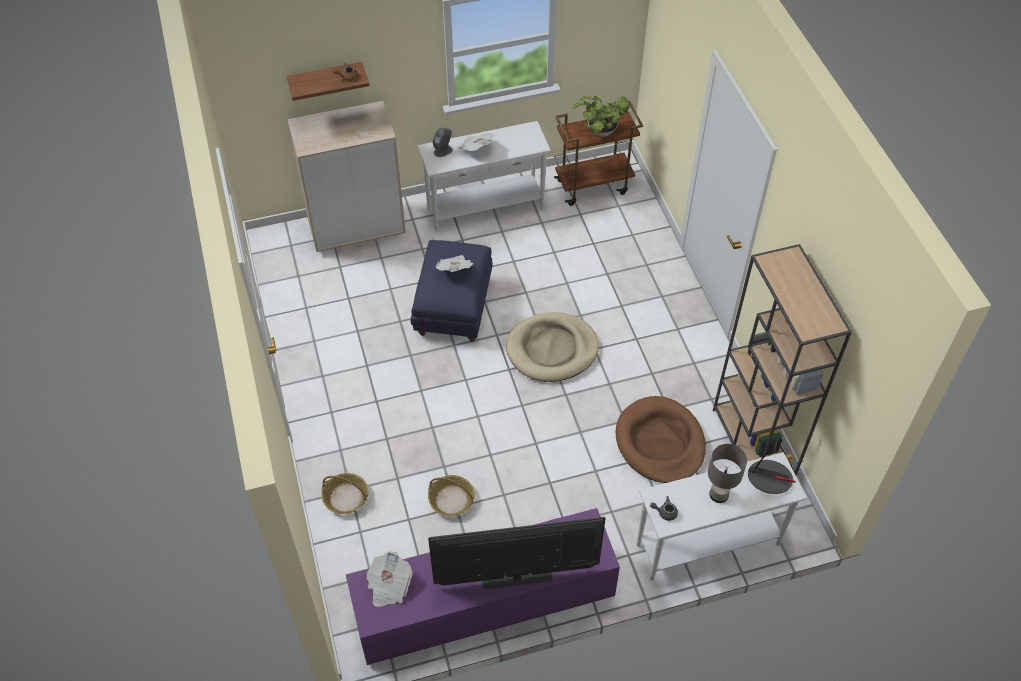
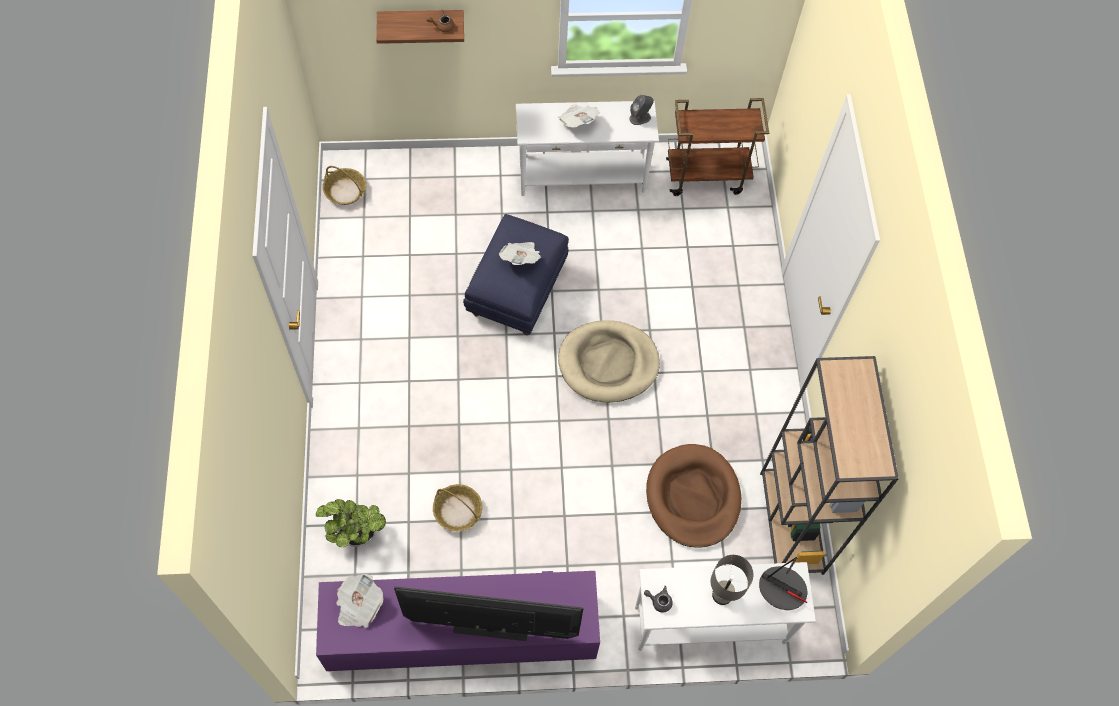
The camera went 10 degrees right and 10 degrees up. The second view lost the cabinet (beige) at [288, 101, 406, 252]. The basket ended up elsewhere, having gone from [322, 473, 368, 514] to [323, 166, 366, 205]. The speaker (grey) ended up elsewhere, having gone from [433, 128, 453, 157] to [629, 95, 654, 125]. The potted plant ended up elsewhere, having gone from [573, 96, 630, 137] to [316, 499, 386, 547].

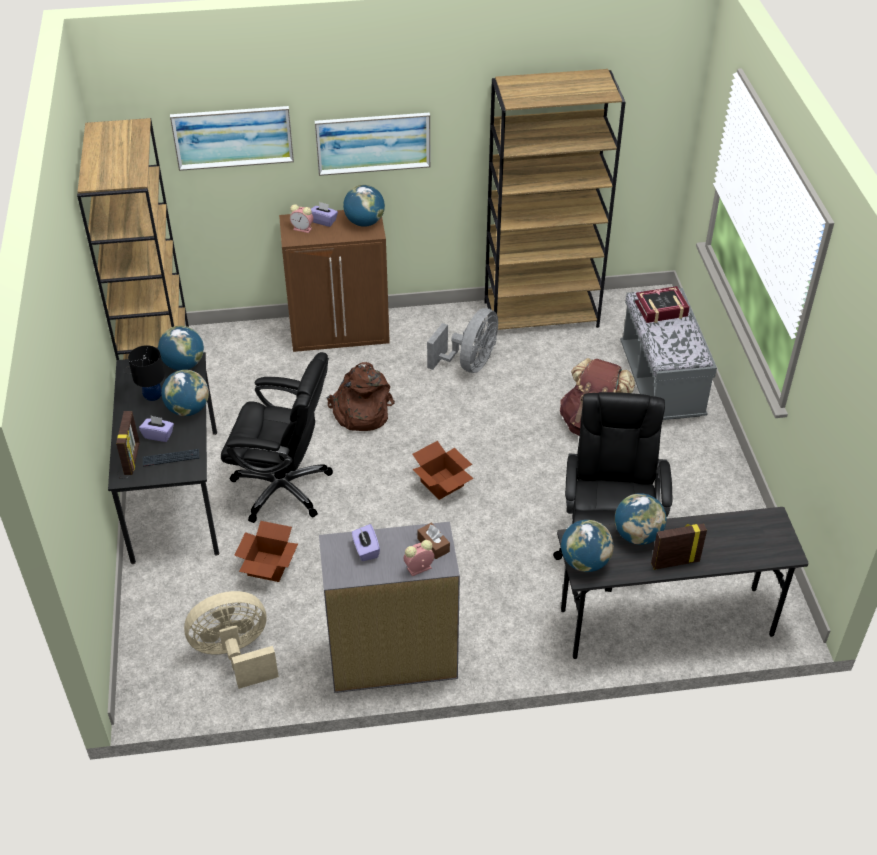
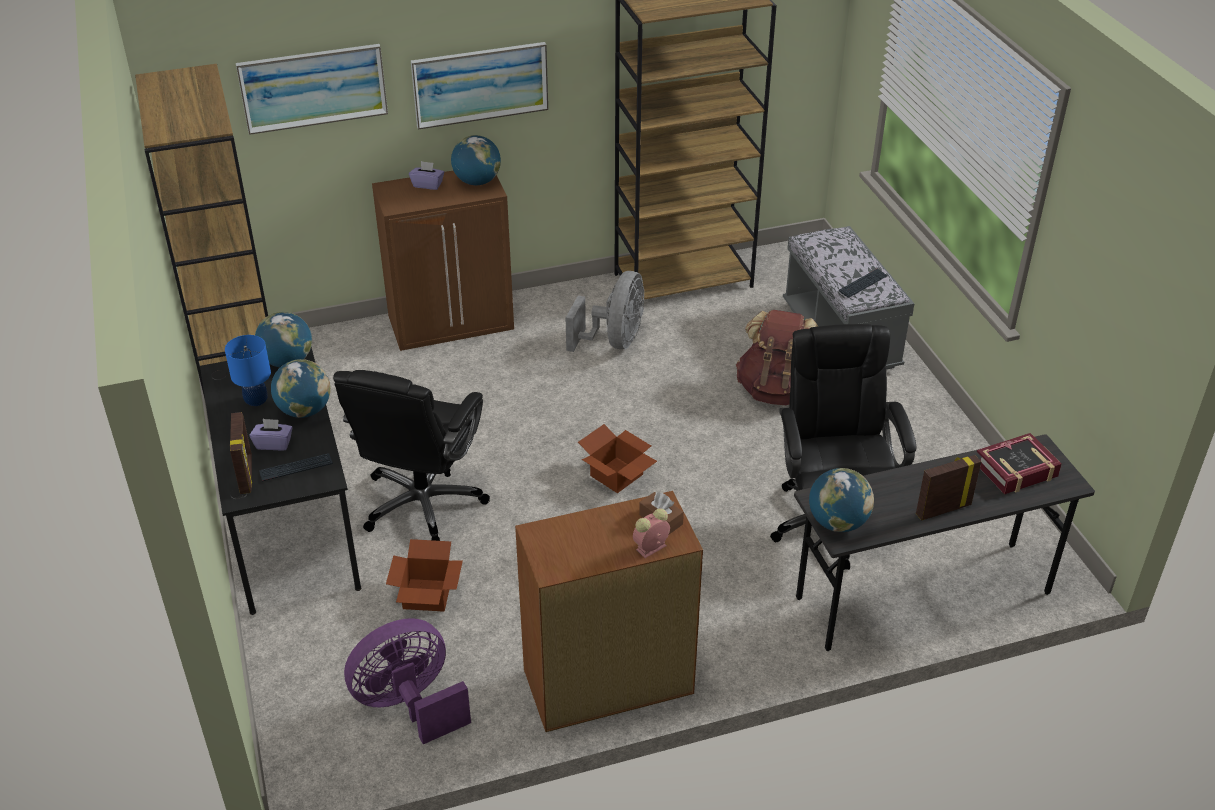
The camera went 10 degrees left and 5 degrees down. What was the table lamp (black) at [128, 345, 165, 401] turned into the table lamp (blue) at [225, 335, 271, 406]. What was the fan (beige) at [184, 591, 279, 689] turned into the fan (purple) at [344, 618, 471, 744]. The office chair (black) at [221, 352, 333, 523] ended up facing another way, 105 degrees clockwise from before. The second view lost the alarm clock at [290, 204, 313, 233]. What was the cabinet (grey) at [319, 522, 460, 693] turned into the cabinet (brown) at [515, 491, 703, 732]. The second view lost the backpack (brown) at [327, 362, 395, 431]. The second view lost the tissue box (purple) at [352, 524, 380, 561]. The second view lost the globe at [615, 493, 667, 545]. The book ended up elsewhere, having gone from [635, 286, 690, 323] to [977, 433, 1062, 494]. The second view gained the keyboard at [839, 269, 888, 298].

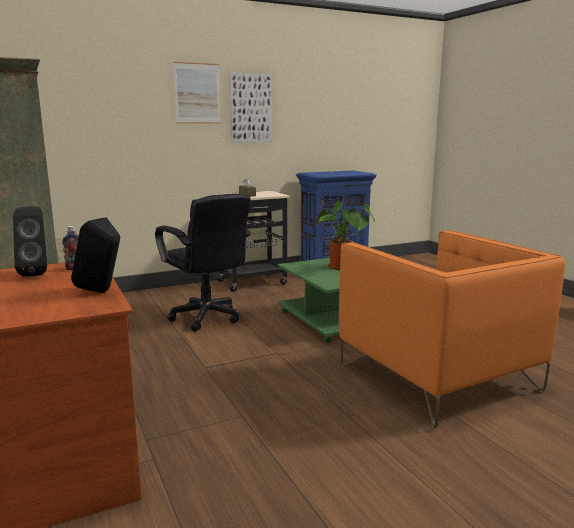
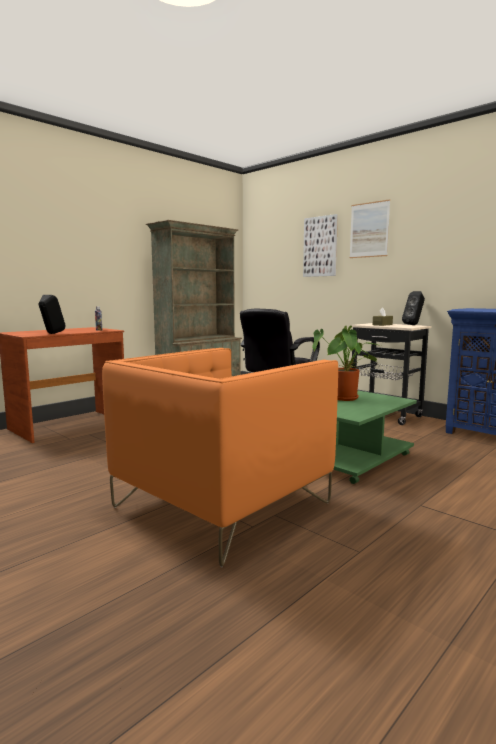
The camera went 70 degrees right and 5 degrees down. The speaker (black) ended up elsewhere, having gone from [13, 206, 47, 277] to [402, 291, 425, 325]. The picture ended up elsewhere, having gone from [229, 73, 272, 143] to [303, 214, 338, 277].

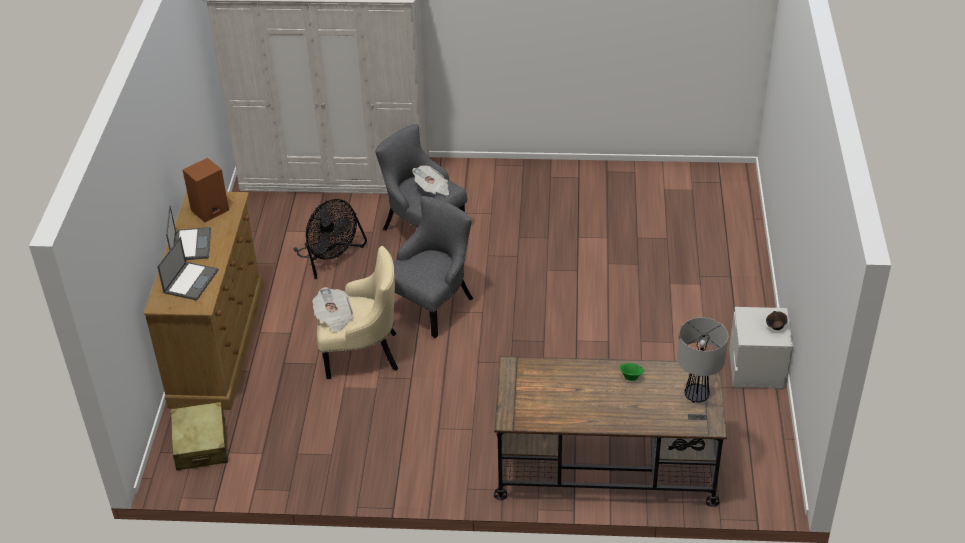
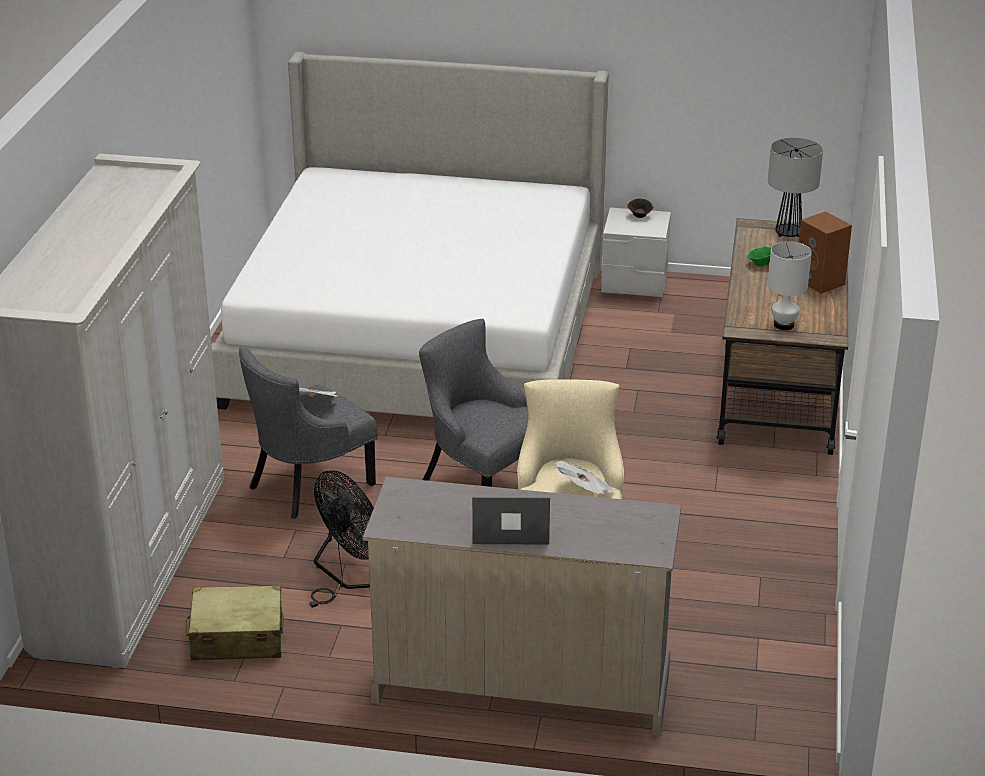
The camera went 85 degrees left and 10 degrees down. What was the dresser (brown) at [143, 191, 264, 410] turned into the dresser (grey) at [362, 477, 682, 736]. The second view lost the laptop at [157, 237, 219, 301]. The suitcase (beige) ended up elsewhere, having gone from [170, 402, 228, 471] to [185, 585, 284, 661]. The speaker (brown) ended up elsewhere, having gone from [183, 158, 229, 222] to [799, 211, 852, 294]. The second view gained the bed at [211, 52, 609, 417]. The second view gained the table lamp (white) at [768, 241, 812, 330].

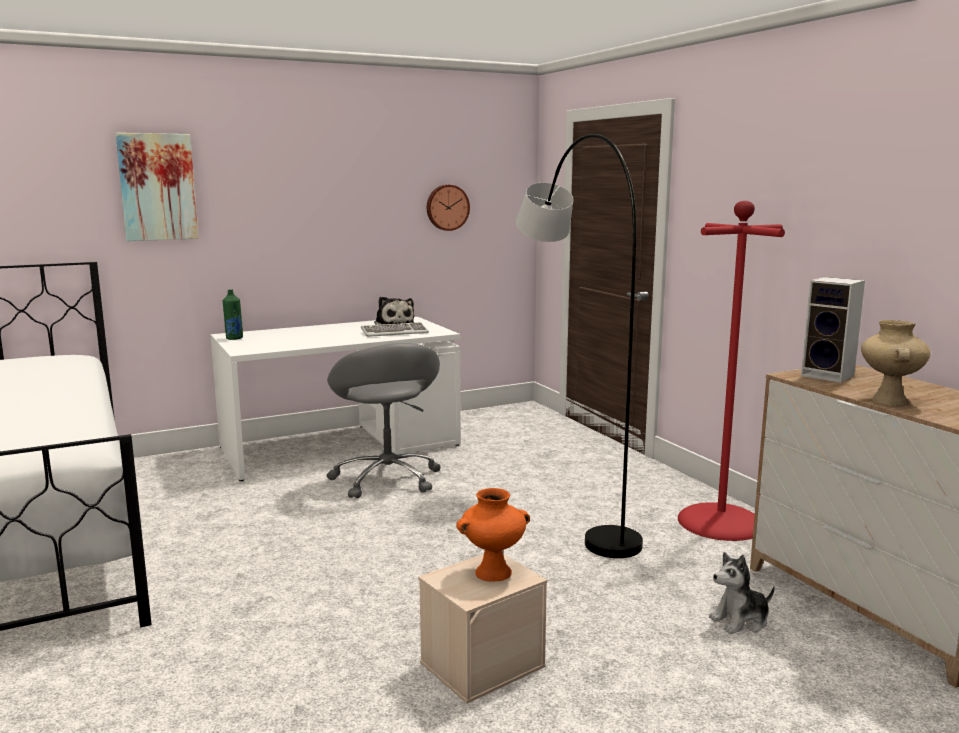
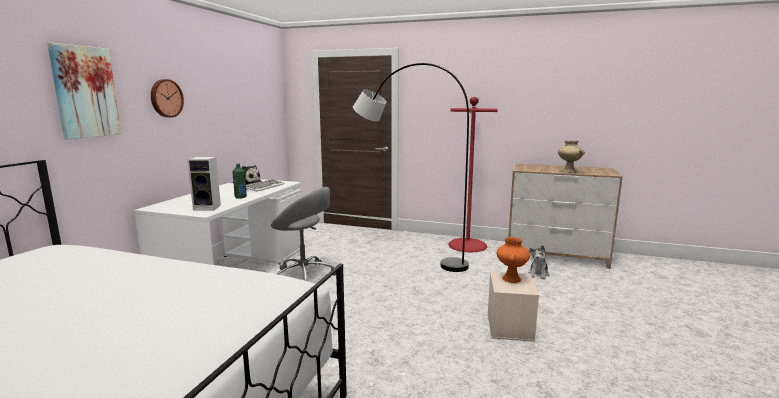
The camera went 45 degrees left and 0 degrees up. The bottle (green) ended up elsewhere, having gone from [223, 289, 243, 340] to [232, 164, 247, 199]. The wall clock ended up elsewhere, having gone from [427, 185, 470, 231] to [151, 79, 184, 118]. The speaker ended up elsewhere, having gone from [801, 277, 865, 383] to [187, 157, 221, 211].

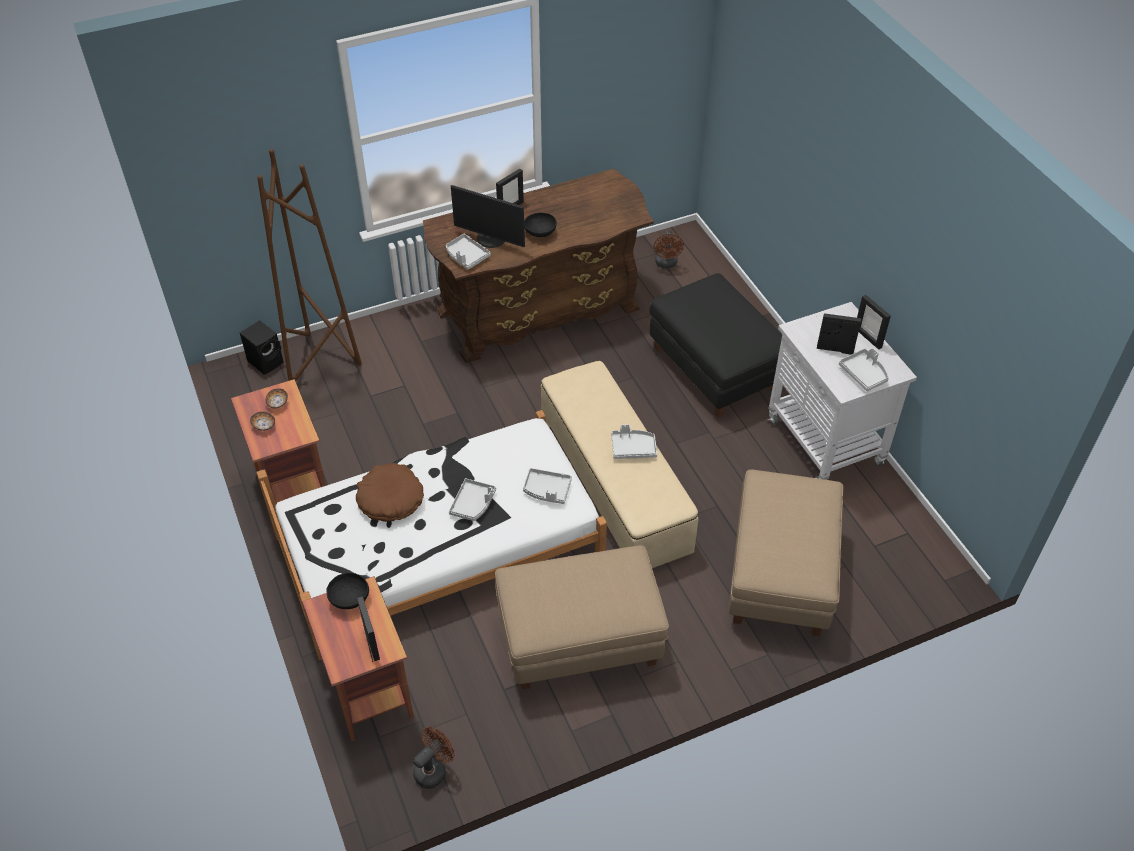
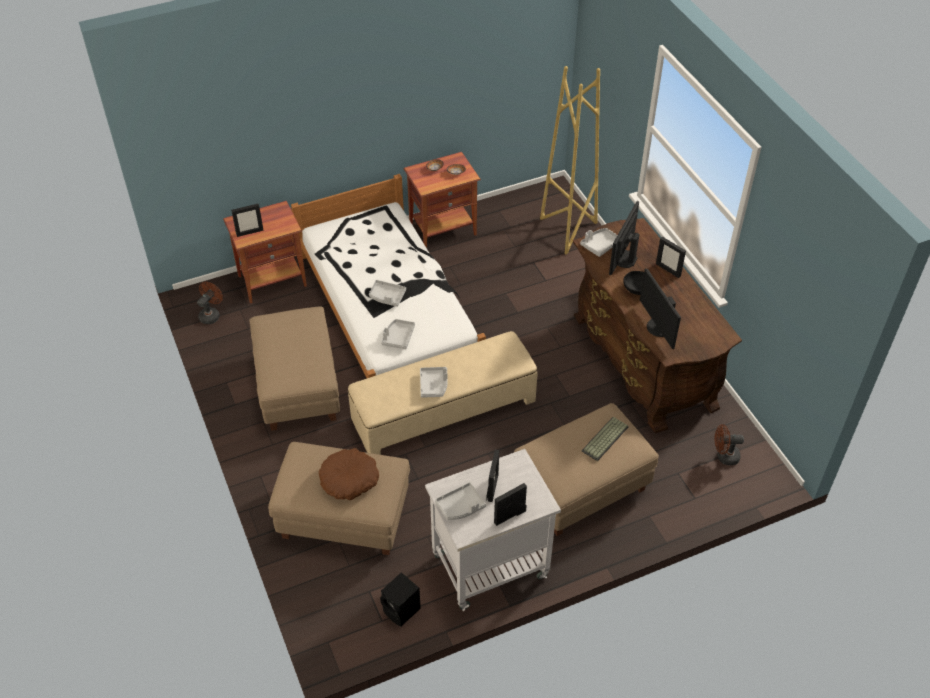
The camera went 90 degrees right and 0 degrees up. The speaker (black) ended up elsewhere, having gone from [240, 320, 284, 375] to [380, 573, 421, 627]. What was the clothes rack (brown) at [257, 149, 362, 381] turned into the clothes rack (yellow) at [540, 66, 600, 255]. The second view lost the bowl (black) at [327, 573, 369, 609]. The pillow (brown) ended up elsewhere, having gone from [356, 463, 424, 522] to [319, 448, 379, 500]. The fan (brown) at [413, 727, 454, 789] ended up facing another way, 105 degrees counterclockwise from before. What was the ottoman (black) at [649, 273, 782, 418] turned into the ottoman (beige) at [514, 403, 659, 536]. The second view gained the keyboard at [582, 417, 629, 461]. The second view gained the monitor at [640, 268, 681, 349].

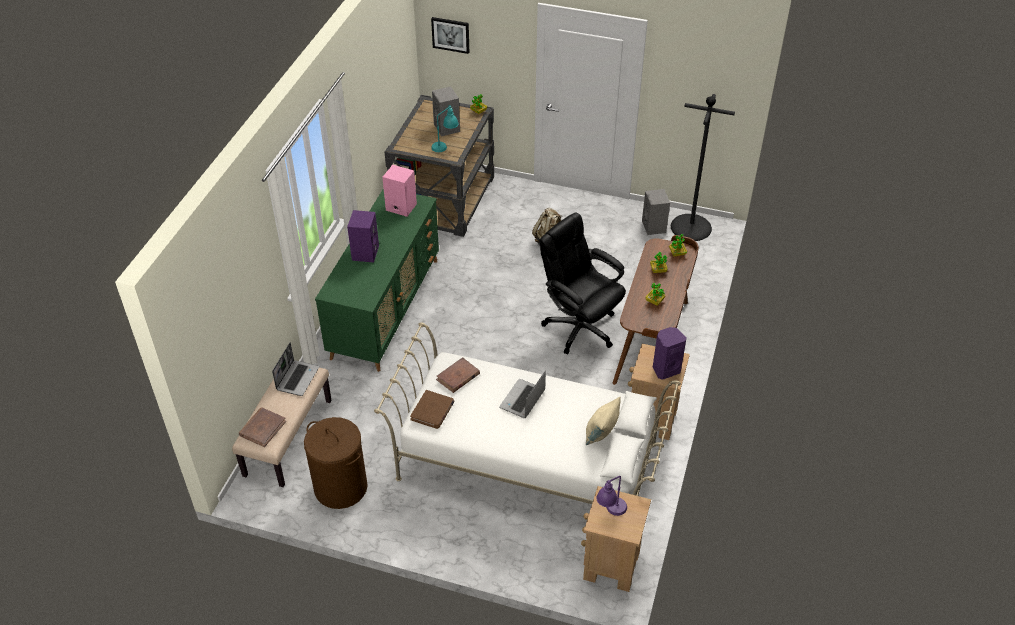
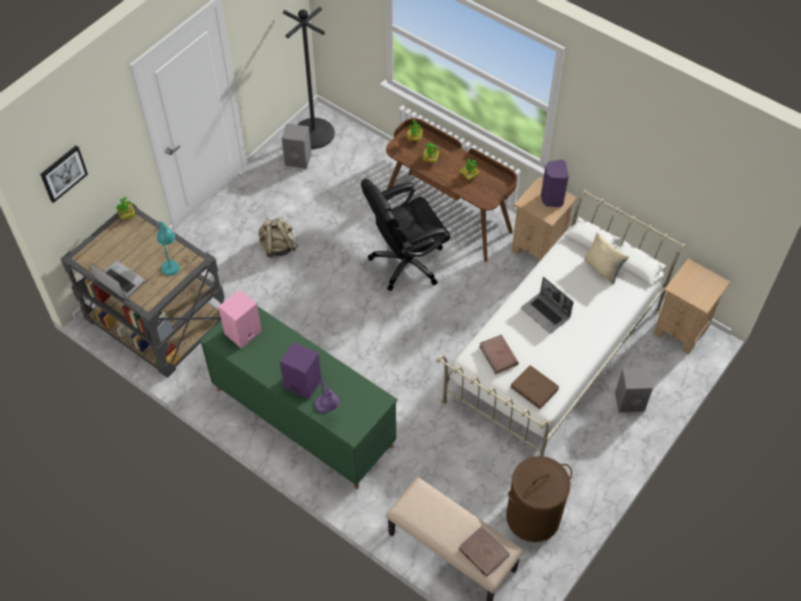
The camera went 70 degrees left and 10 degrees up. The laptop ended up elsewhere, having gone from [272, 342, 319, 396] to [89, 260, 145, 299]. The speaker (grey) ended up elsewhere, having gone from [432, 86, 460, 136] to [615, 367, 653, 413]. The table lamp (purple) ended up elsewhere, having gone from [596, 476, 627, 516] to [315, 379, 339, 413].

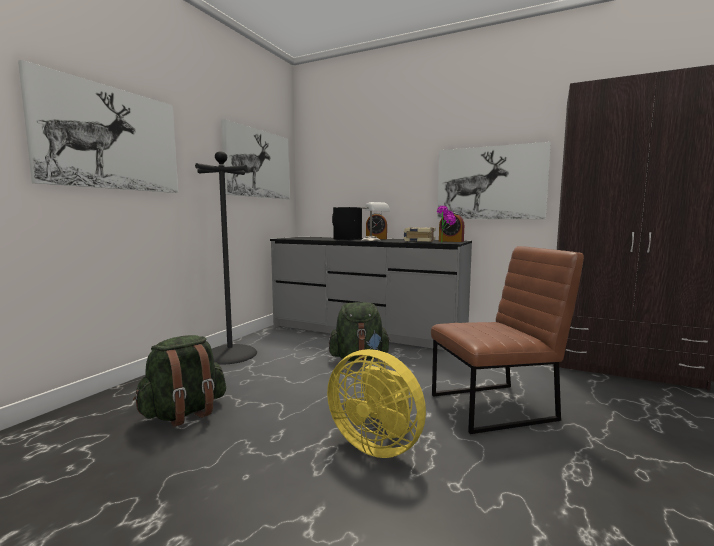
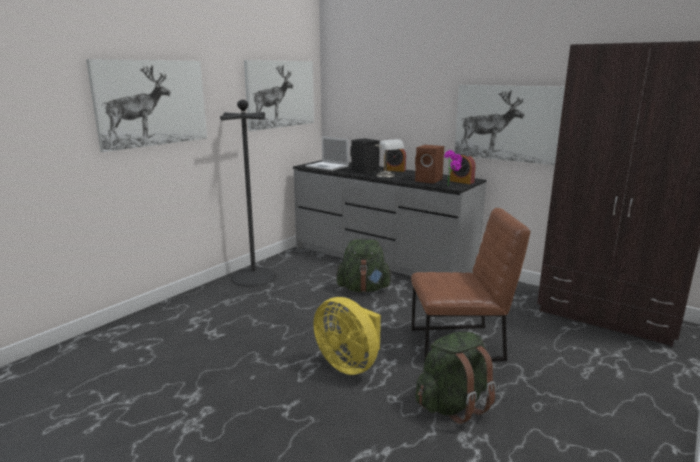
The camera went 10 degrees right and 10 degrees up. The backpack (green) ended up elsewhere, having gone from [133, 335, 226, 427] to [416, 332, 496, 424]. Where the book stood at [404, 227, 436, 242], the speaker (brown) came to stand at [415, 145, 444, 184]. The second view gained the laptop at [305, 136, 349, 171].

